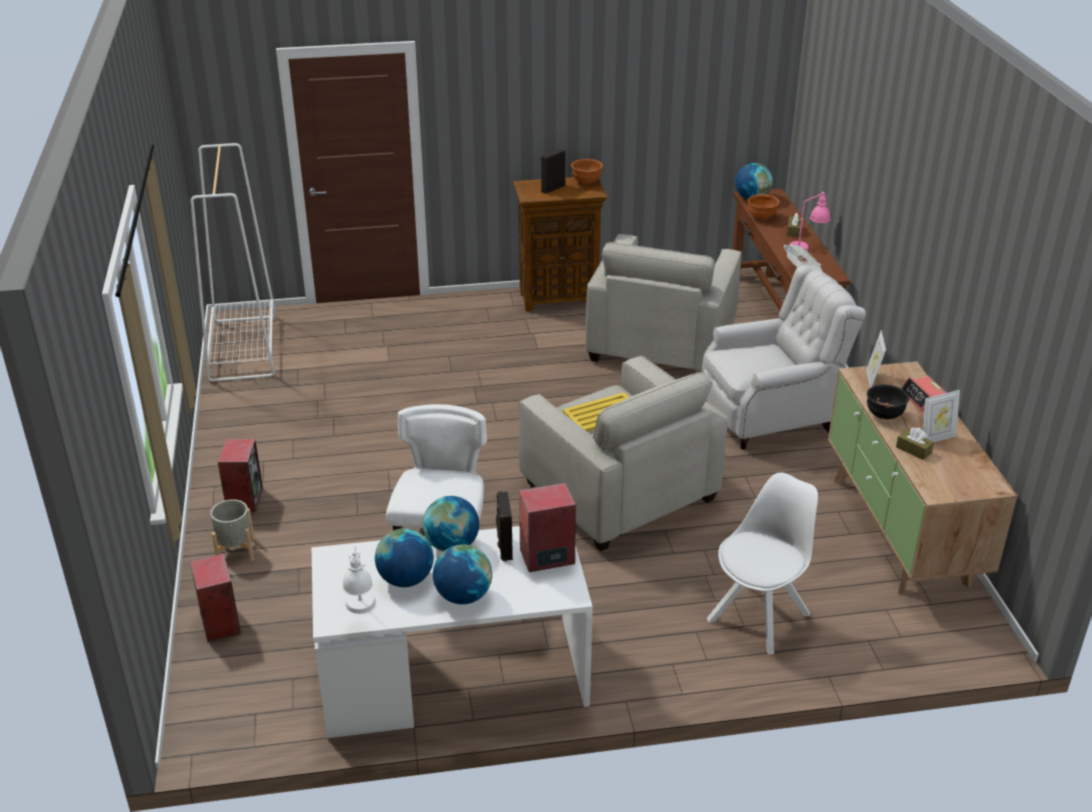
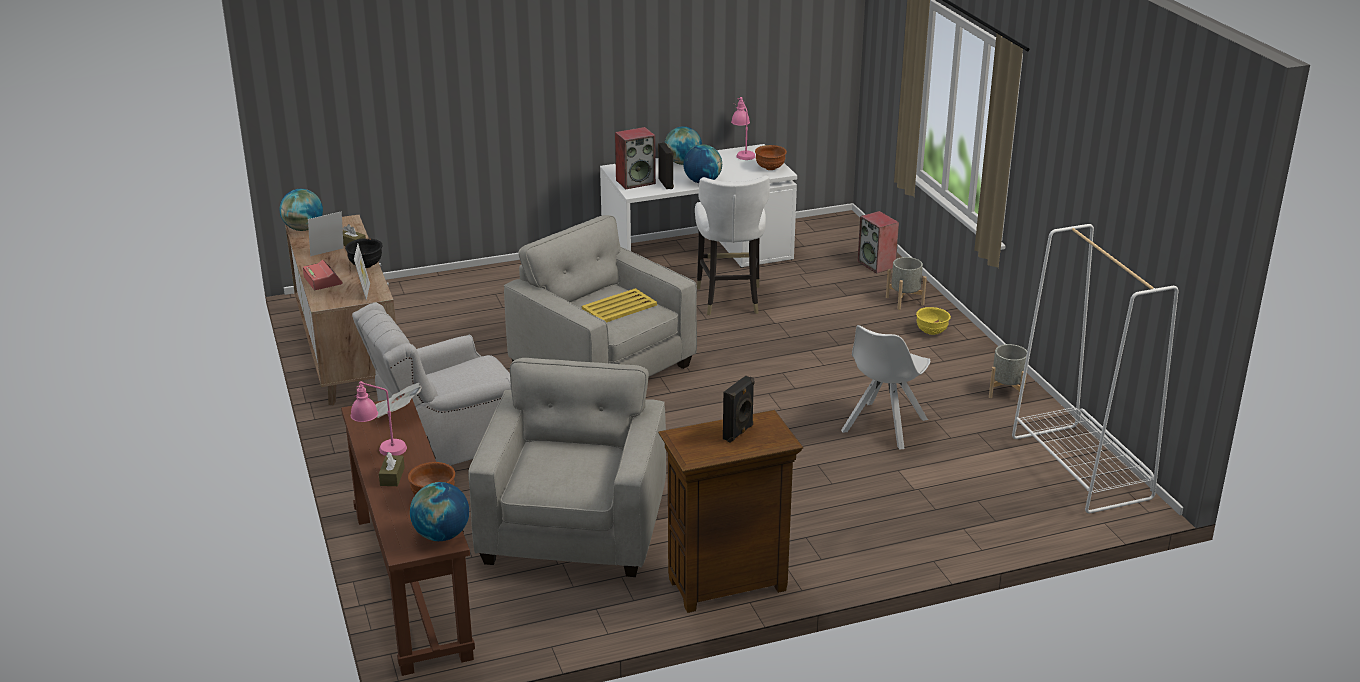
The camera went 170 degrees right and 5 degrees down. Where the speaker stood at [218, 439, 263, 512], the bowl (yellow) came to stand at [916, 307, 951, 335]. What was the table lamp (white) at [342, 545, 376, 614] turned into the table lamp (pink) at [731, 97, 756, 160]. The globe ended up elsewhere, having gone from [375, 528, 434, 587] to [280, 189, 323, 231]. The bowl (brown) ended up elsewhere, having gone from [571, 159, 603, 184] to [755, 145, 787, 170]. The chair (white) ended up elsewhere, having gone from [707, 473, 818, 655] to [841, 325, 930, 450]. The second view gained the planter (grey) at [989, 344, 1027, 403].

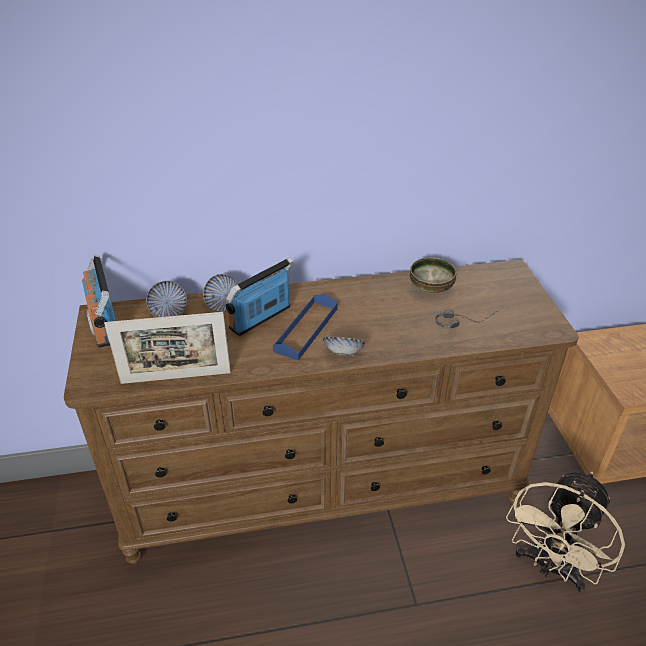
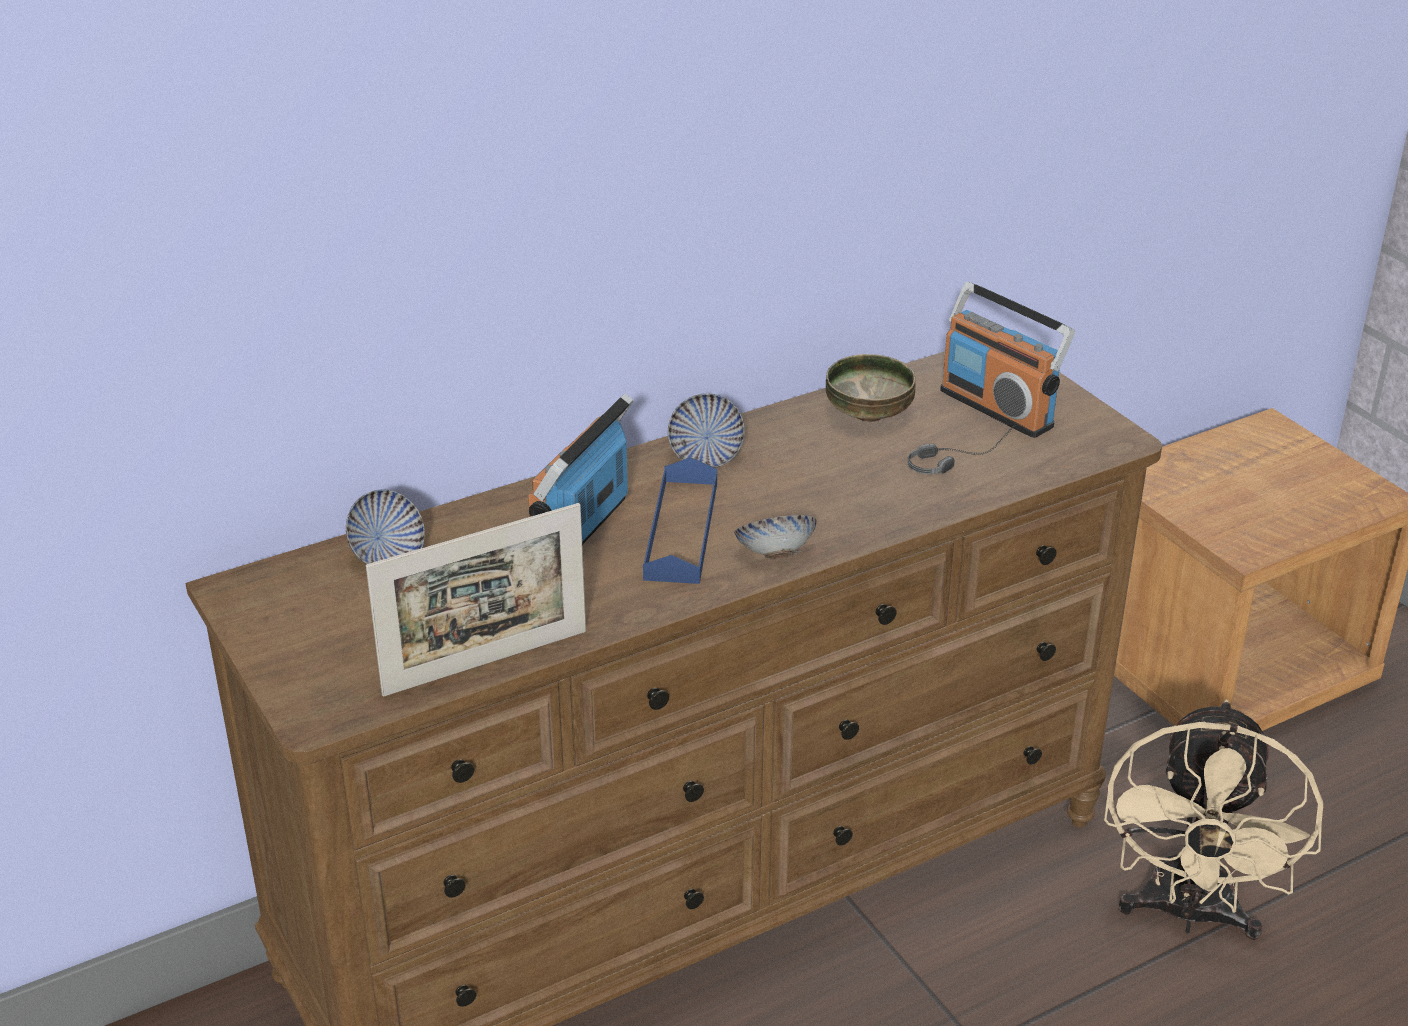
The camera went 20 degrees left and 5 degrees down. The radio ended up elsewhere, having gone from [82, 254, 116, 348] to [940, 281, 1075, 438]. The bowl ended up elsewhere, having gone from [203, 274, 238, 312] to [668, 393, 745, 468].

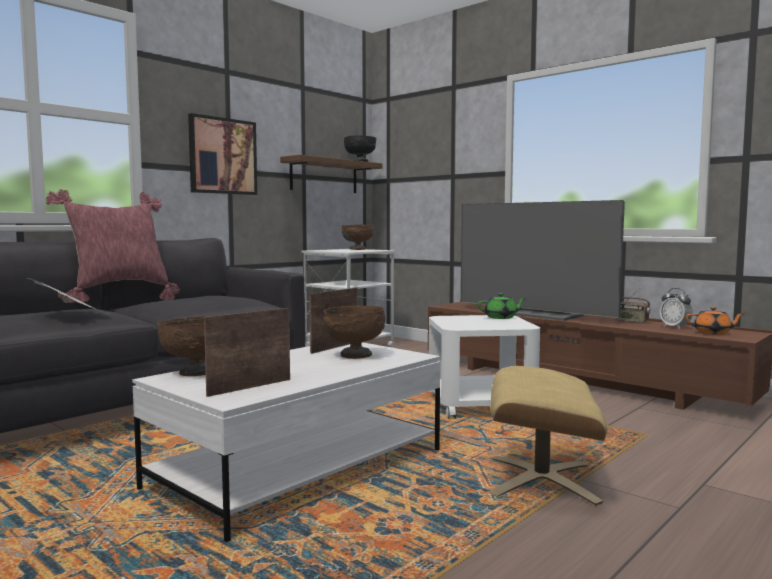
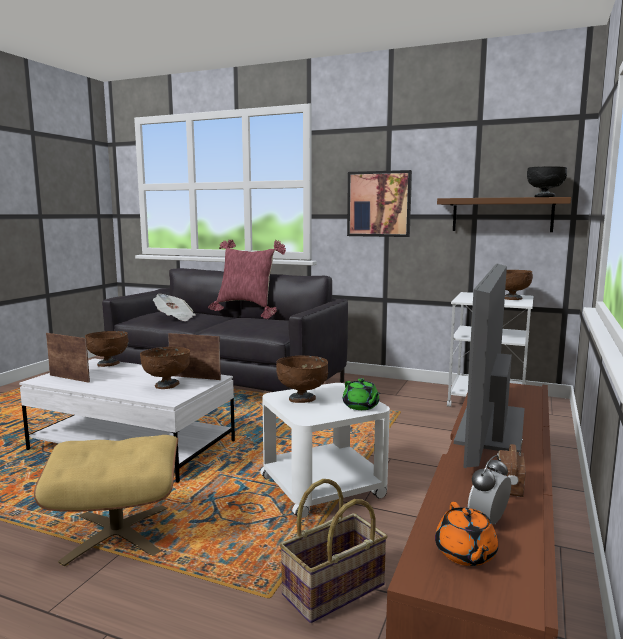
The camera went 70 degrees right and 5 degrees up. The second view gained the bowl (brown) at [276, 355, 328, 403]. The second view gained the basket at [280, 479, 388, 623].

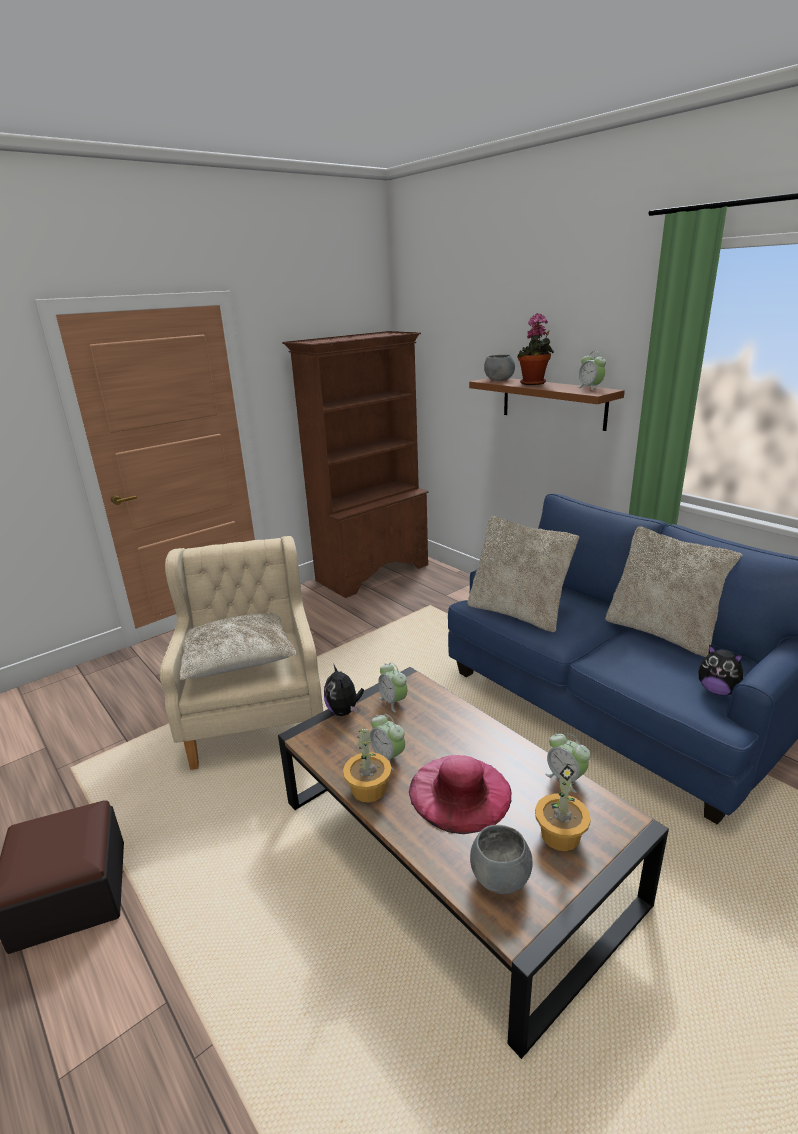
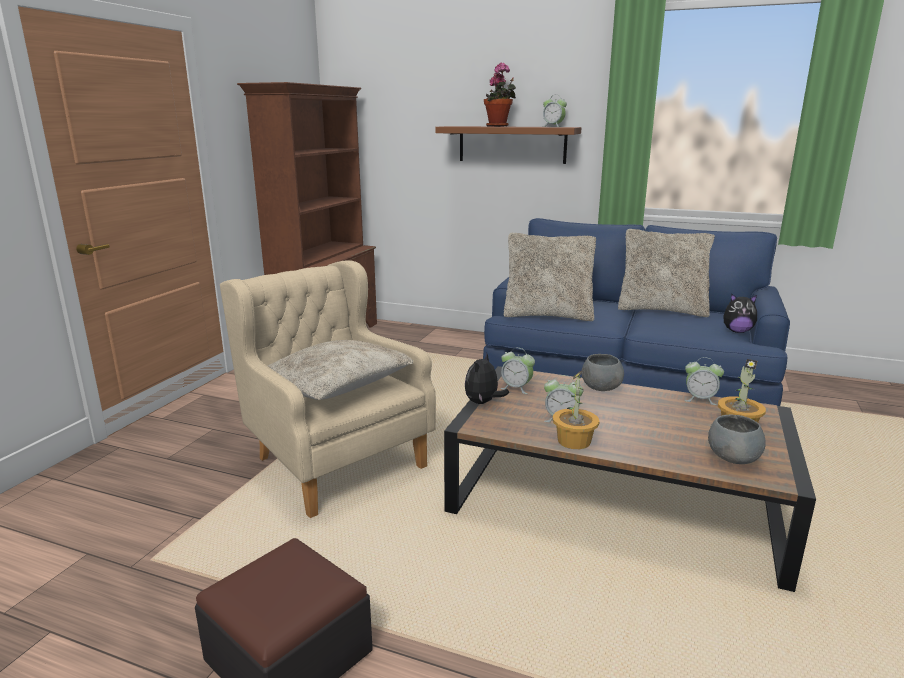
The camera went 30 degrees left and 5 degrees down. The plush toy at [324, 665, 364, 716] ended up facing another way, 75 degrees clockwise from before. The second view lost the hat (pink) at [409, 755, 512, 834]. The bowl (grey) ended up elsewhere, having gone from [484, 355, 515, 381] to [582, 354, 624, 391].

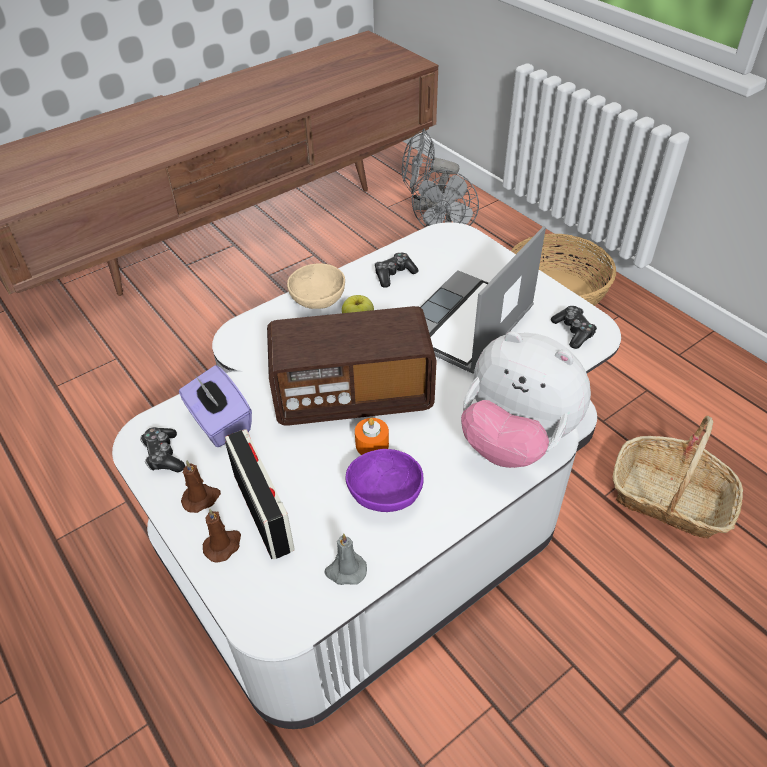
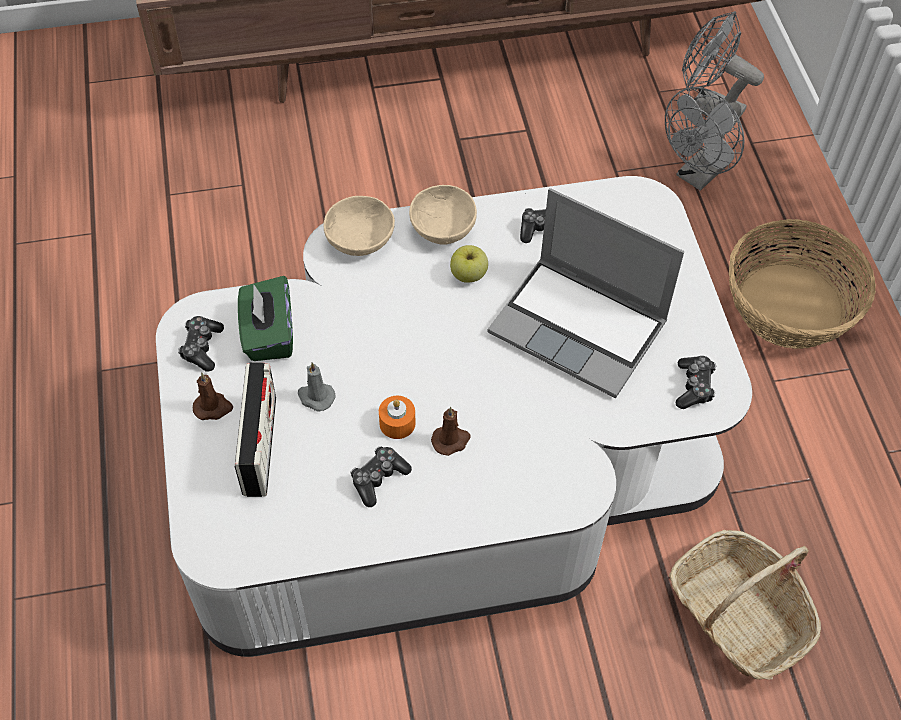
The camera went 25 degrees right and 10 degrees up. What was the tissue box (purple) at [179, 365, 252, 447] turned into the tissue box (green) at [238, 276, 293, 361]. The candle (brown) ended up elsewhere, having gone from [203, 509, 241, 563] to [431, 407, 471, 456]. The second view lost the radio at [267, 306, 437, 426]. The candle (grey) ended up elsewhere, having gone from [324, 533, 367, 585] to [298, 362, 336, 412]. Where the bowl (purple) stood at [346, 449, 423, 512], the game controller came to stand at [351, 446, 412, 507]. The laptop at [420, 226, 546, 374] ended up facing another way, 120 degrees counterclockwise from before. The second view lost the plush toy at [461, 331, 591, 468]. The second view gained the bowl (beige) at [323, 196, 395, 256].

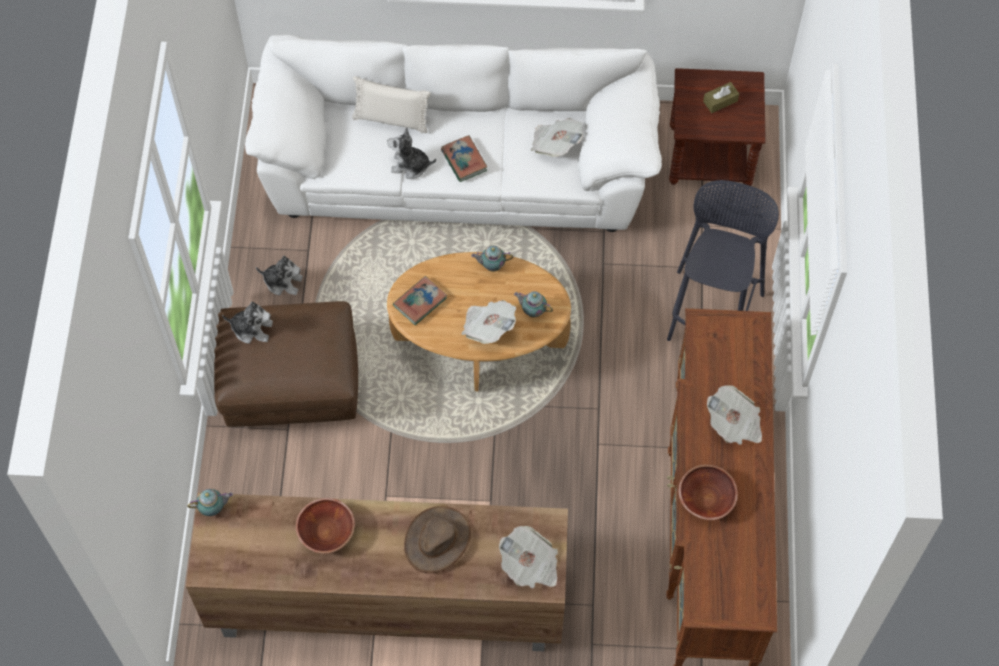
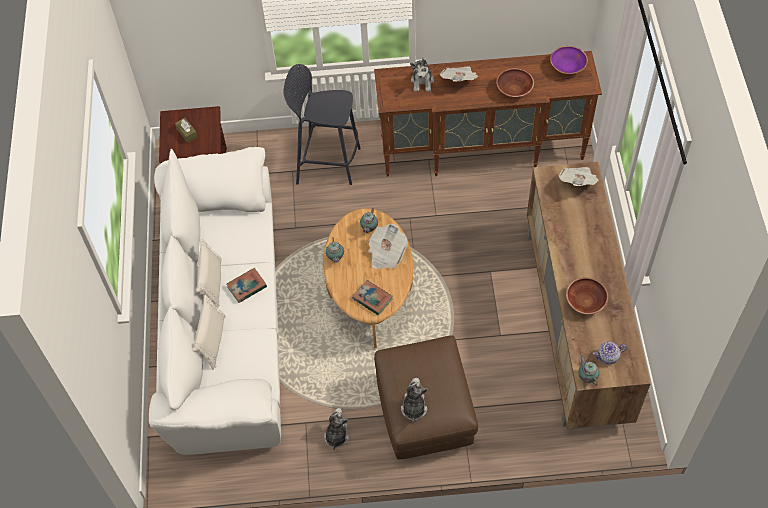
The camera went 95 degrees left and 5 degrees down. The plush toy ended up elsewhere, having gone from [387, 127, 436, 179] to [410, 58, 434, 92]. The second view lost the hat (brown) at [404, 506, 471, 573]. The second view lost the newspaper at [531, 118, 583, 157]. The second view gained the pillow (white) at [196, 238, 222, 308]. The second view gained the bowl (purple) at [550, 46, 588, 74]. The second view gained the teapot at [593, 342, 627, 364].

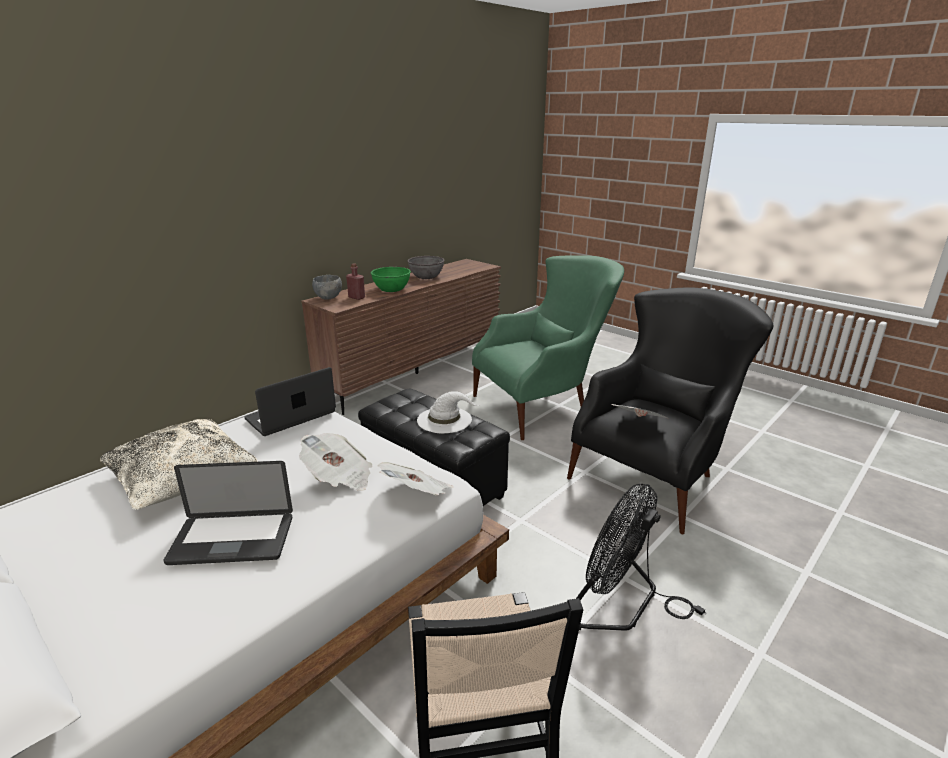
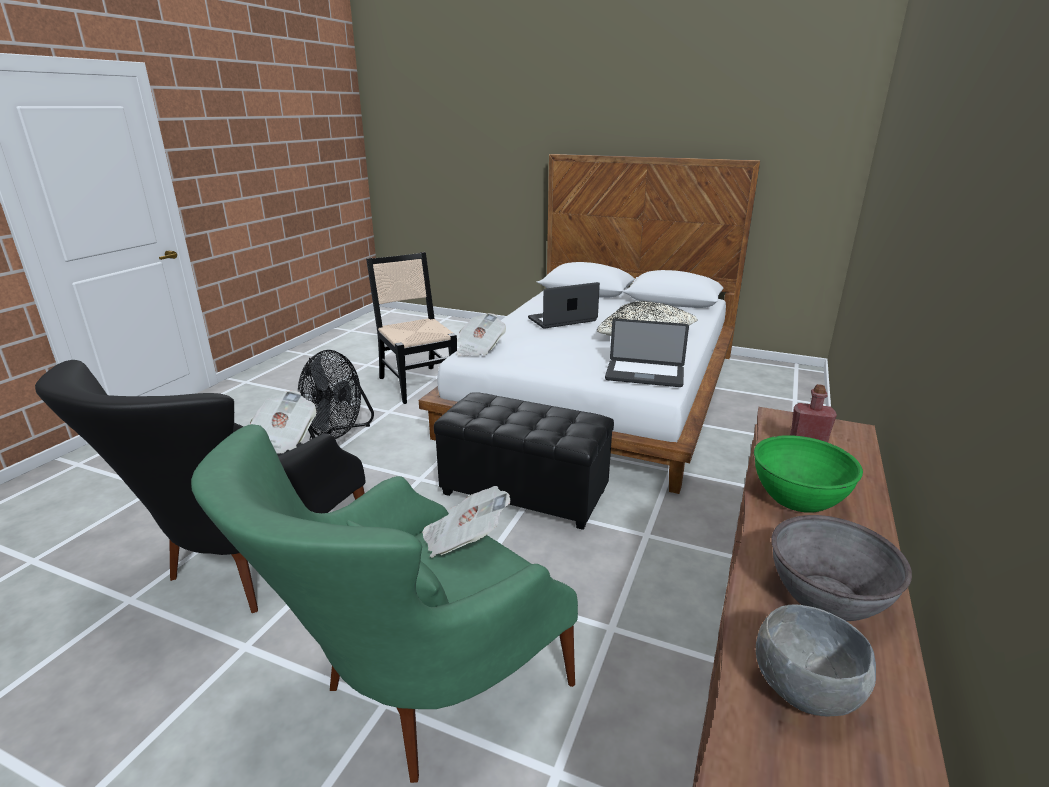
The camera went 160 degrees right and 0 degrees up. The laptop at [244, 367, 336, 436] ended up facing another way, 75 degrees clockwise from before. The newspaper ended up elsewhere, having gone from [299, 433, 372, 491] to [422, 486, 510, 558]. The bowl (grey) ended up elsewhere, having gone from [312, 275, 342, 300] to [756, 604, 876, 716]. The second view lost the hat (white) at [417, 391, 480, 433].

